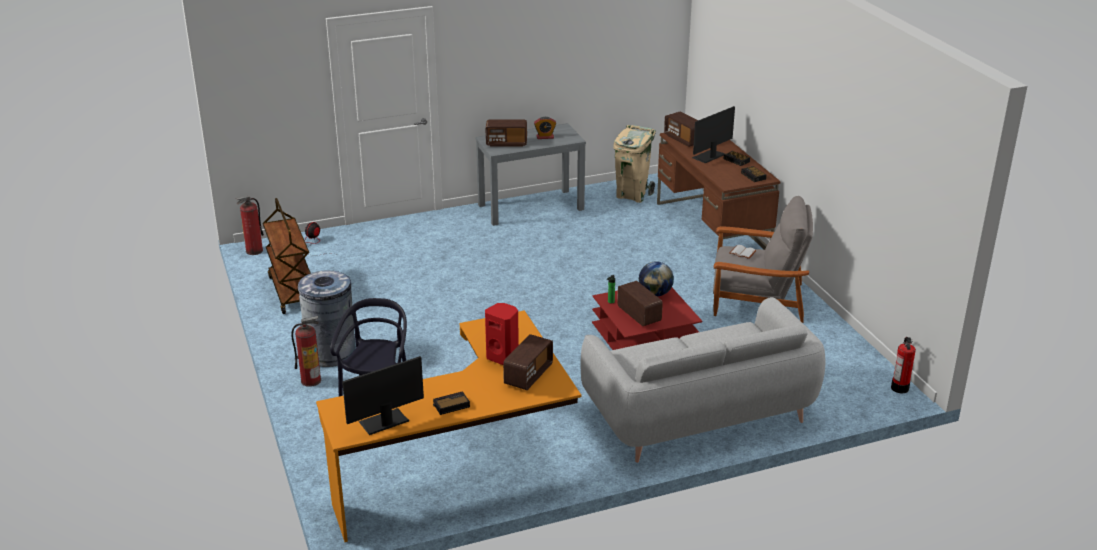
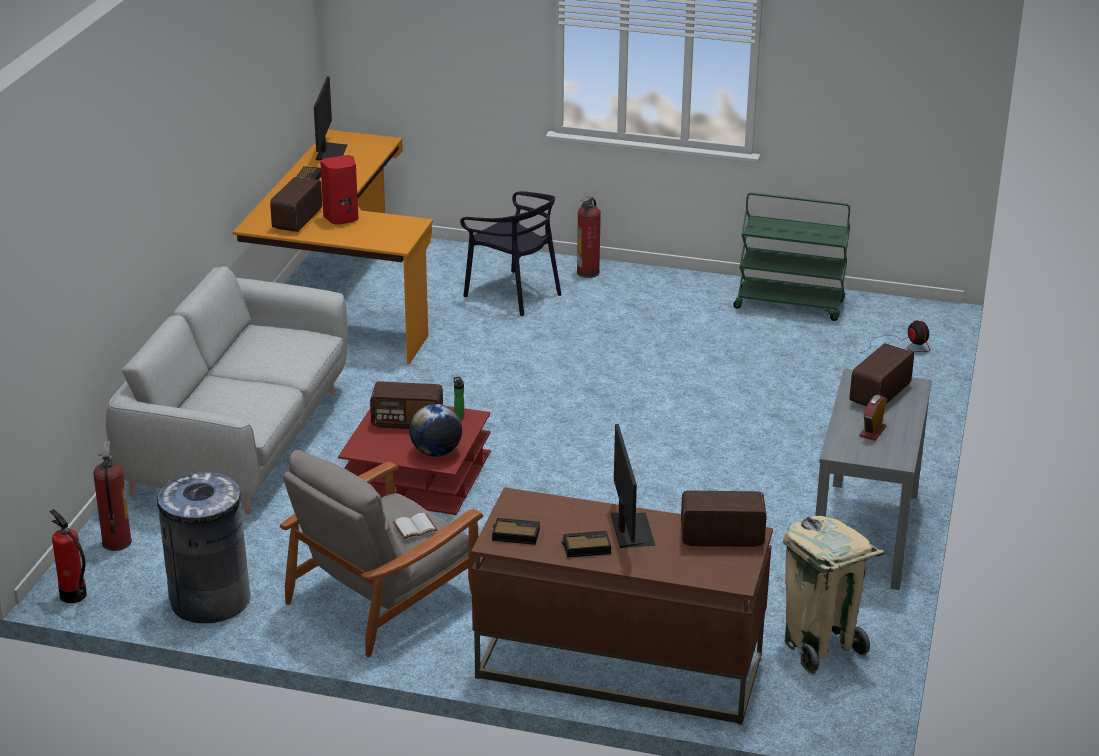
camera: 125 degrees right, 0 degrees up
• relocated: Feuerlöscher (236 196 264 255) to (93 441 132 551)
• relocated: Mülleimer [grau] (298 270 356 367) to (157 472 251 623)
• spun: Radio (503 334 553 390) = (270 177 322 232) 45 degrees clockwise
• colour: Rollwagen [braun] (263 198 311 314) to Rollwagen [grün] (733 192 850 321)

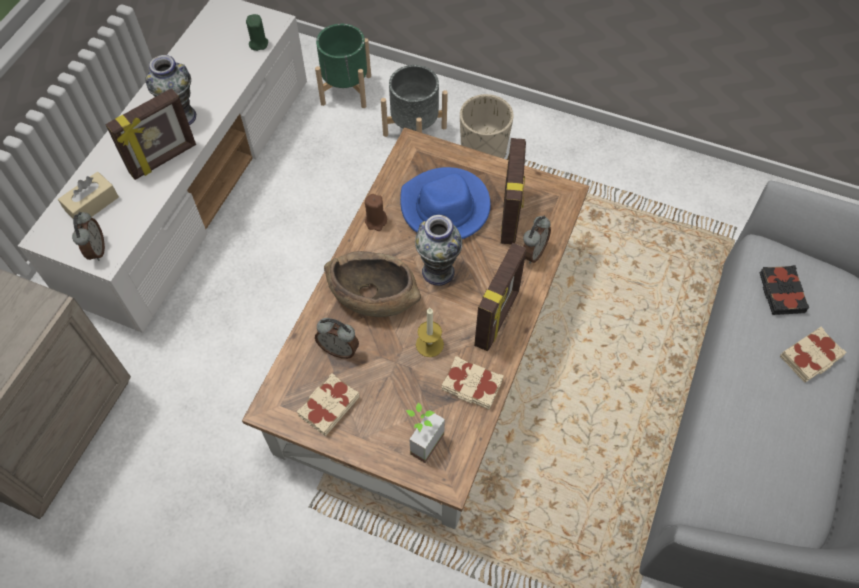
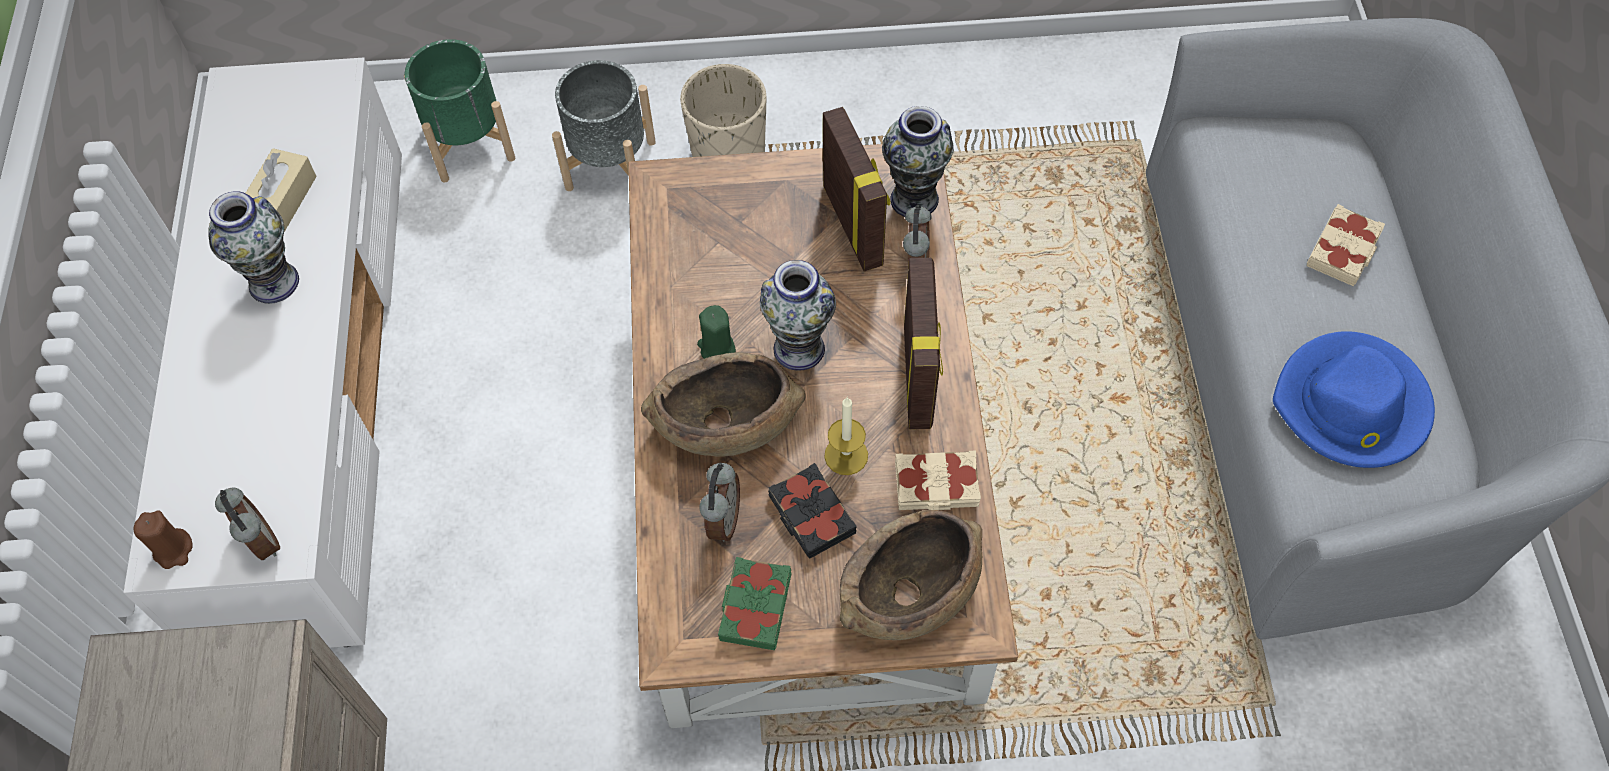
camera: 25 degrees left, 0 degrees up
• relocated: Kerze [braun] (365 194 387 231) to (134 511 193 569)
• relocated: Taschentuchbox [beige] (58 172 119 219) to (246 148 317 232)
• relocated: Kerze [grün] (246 14 268 51) to (697 305 736 359)
• spun: Wecker (315 318 359 359) = (699 462 740 541) 75 degrees counterclockwise
• colour: Buch [beige] (297 373 359 436) to Buch [grün] (718 557 792 650)
• relocated: Buch [schwarz] (760 265 809 315) to (768 463 856 559)
• exchanged: Topfpflanze (406 402 445 463) to Schüssel [braun] (840 510 982 640)
• appeared: Vase (882 106 954 217)
• relocated: Hut [blau] (400 167 491 239) to (1273 331 1435 468)
• missing: Bilderrahmen (105 88 196 180)

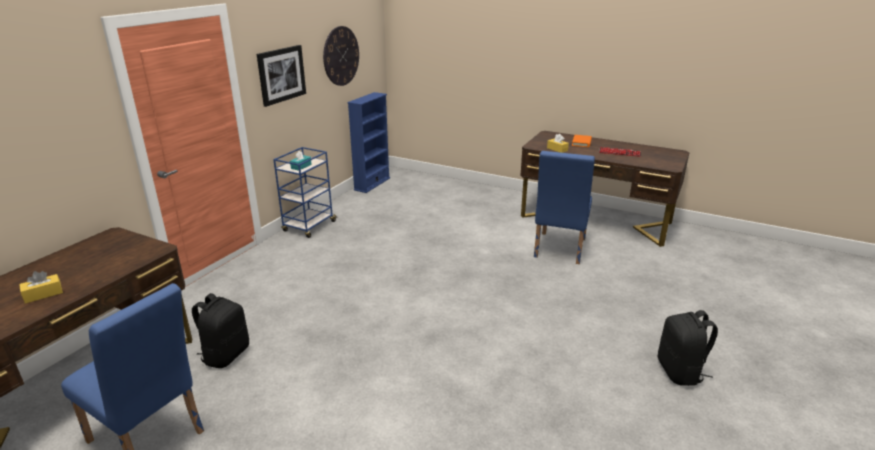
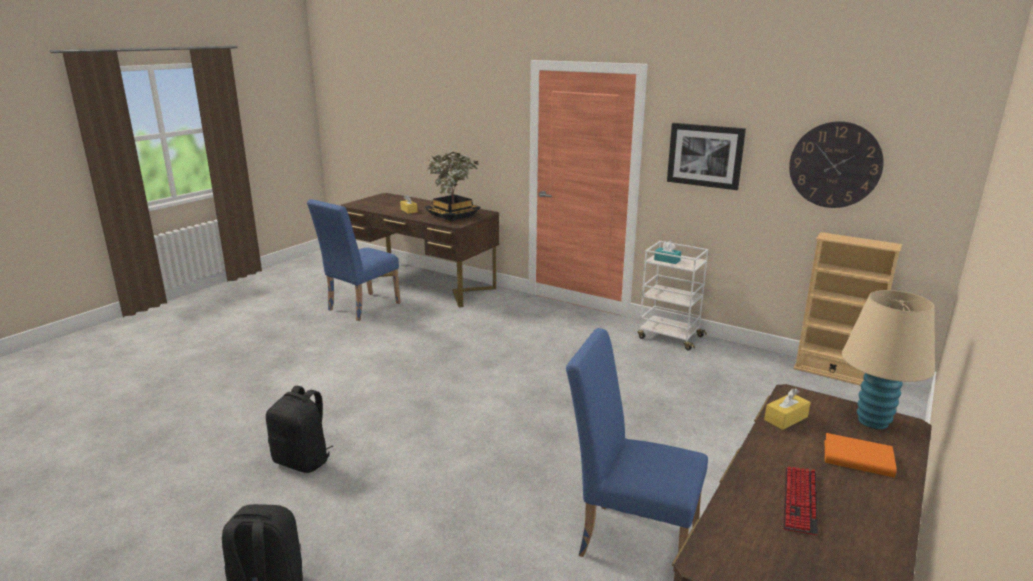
camera: 95 degrees right, 5 degrees down
• relocated: Rucksack [schwarz] (192 293 249 368) to (266 386 333 473)
• appeared: Topfpflanze (425 152 481 221)
• colour: Rollwagen [blau] (273 147 337 238) to Rollwagen [weiß] (638 241 708 351)
• colour: Bücherregal [blau] (347 92 390 193) to Bücherregal [beige] (793 232 902 386)
• appeared: Tischlampe [beige] (842 290 935 429)

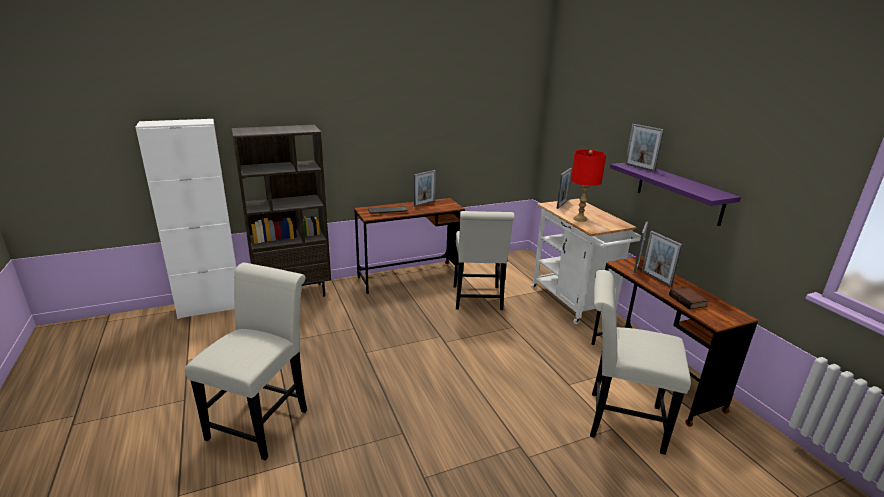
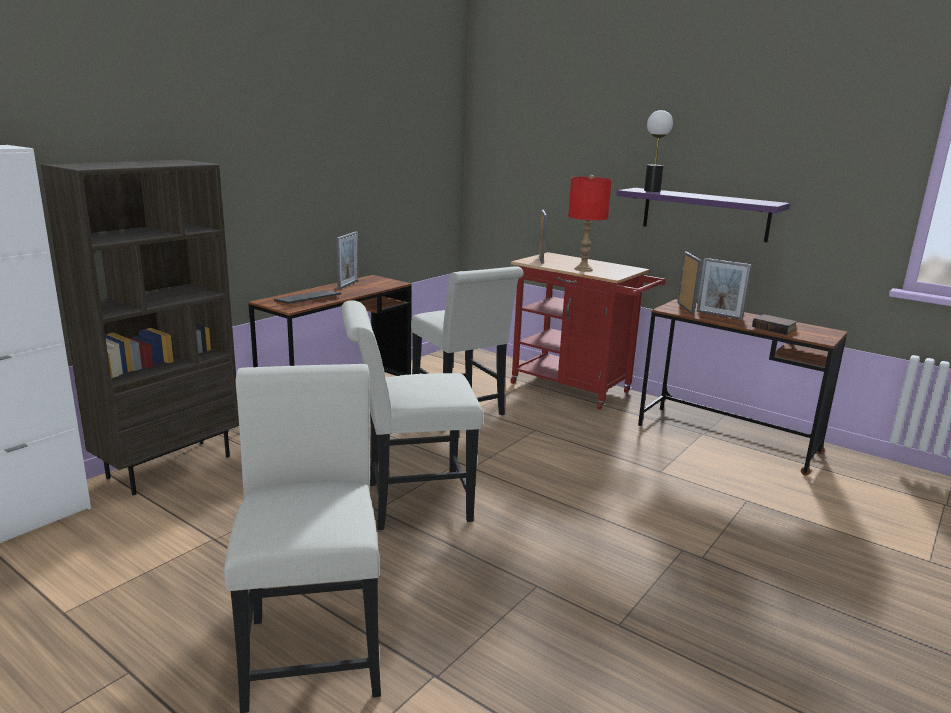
camera: 30 degrees left, 5 degrees down
• relocated: Stuhl [weiß] (590 270 691 455) to (341 300 483 530)
• colour: Rollwagen [weiß] (531 199 645 324) to Rollwagen [rot] (510 252 665 410)
• exchanged: Bilderrahmen (625 124 664 172) to Tischlampe (644 110 673 192)

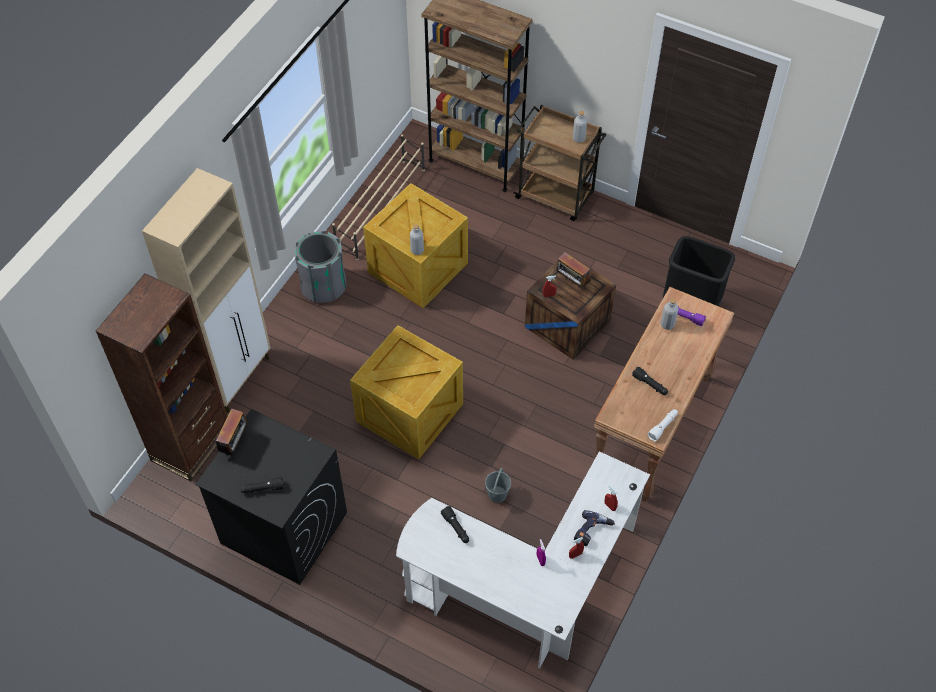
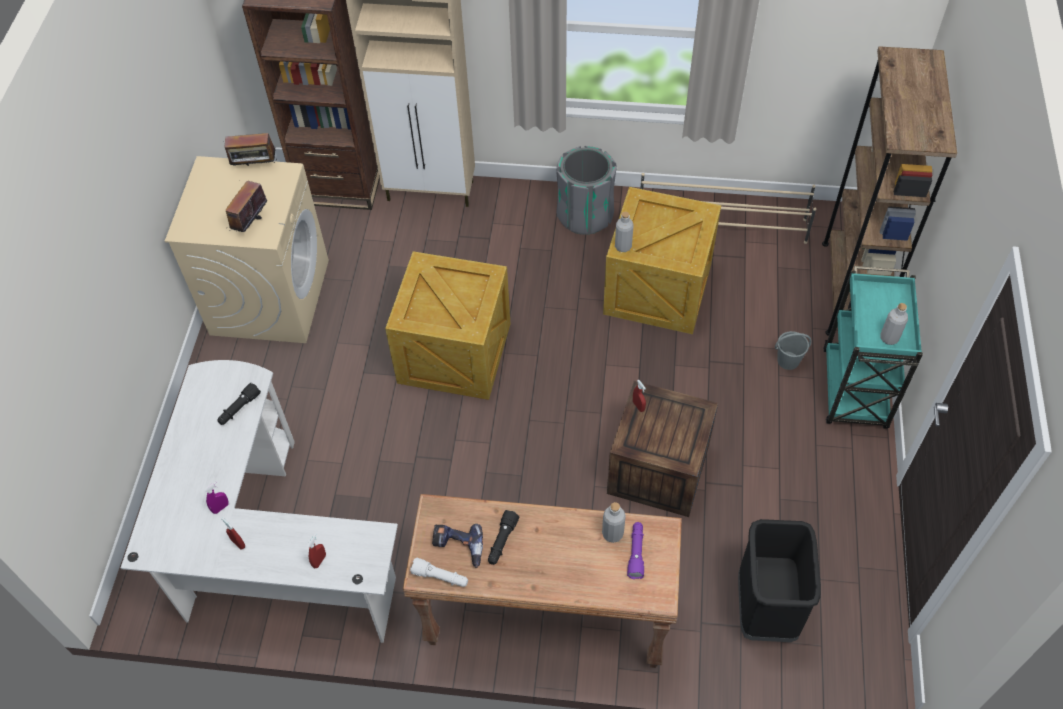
camera: 70 degrees right, 0 degrees up
• colour: Waschmaschine [schwarz] (195 409 347 585) to Waschmaschine [beige] (165 156 329 343)
• relocated: Radio (556 252 591 290) to (226 179 267 232)
• relocated: Bohrmaschine (574 510 615 546) to (432 524 483 568)
• relocated: Eimer [grau] (485 468 511 503) to (775 331 812 370)
• colour: Rollwagen [braun] (513 104 607 221) to Rollwagen [türkis] (823 266 923 429)
• missing: Taschenlampe [schwarz] (240 477 284 494)

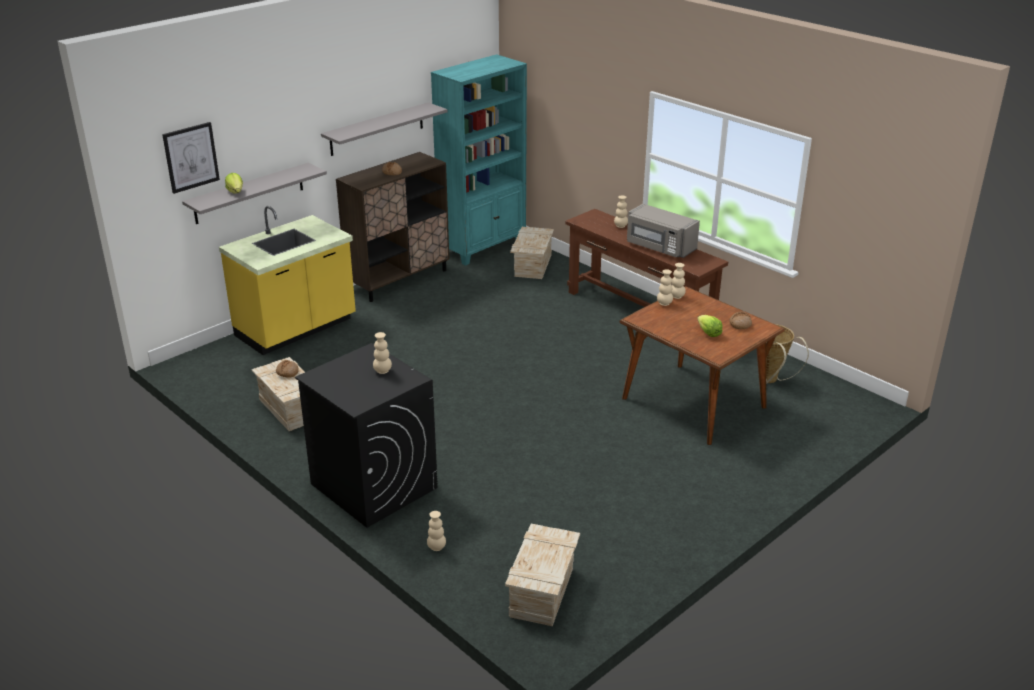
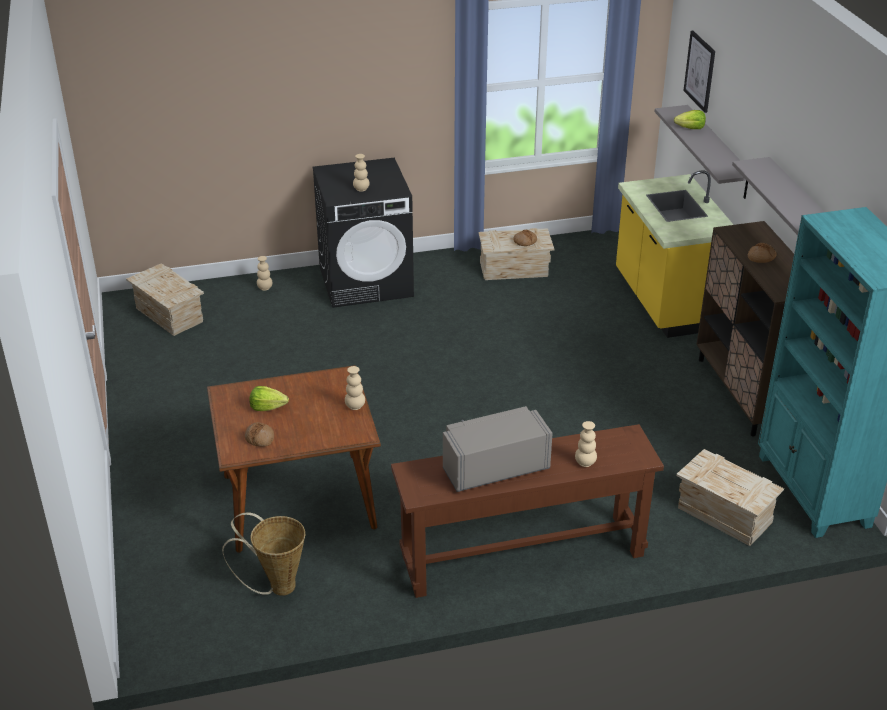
camera: 120 degrees right, 5 degrees up
• missing: Vase [beige] (671 263 686 299)

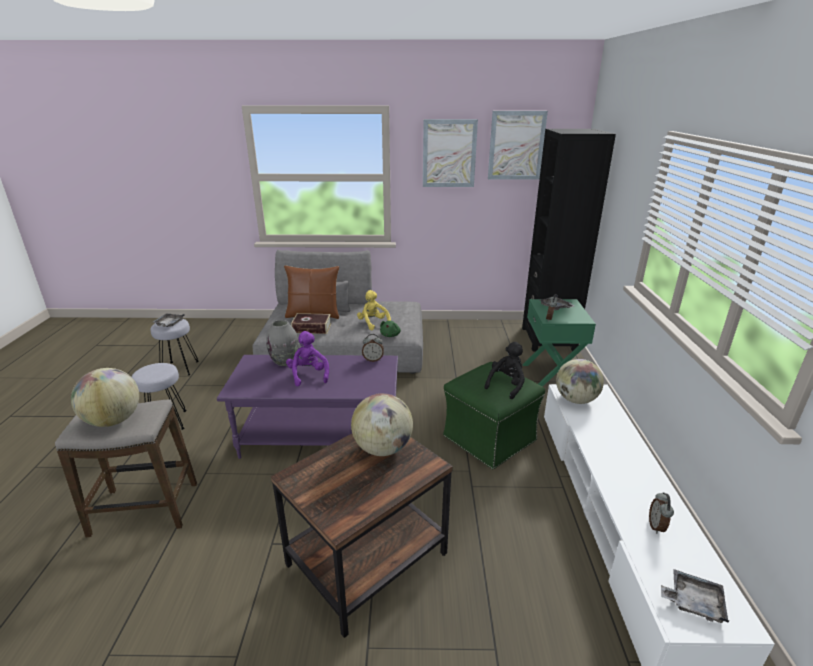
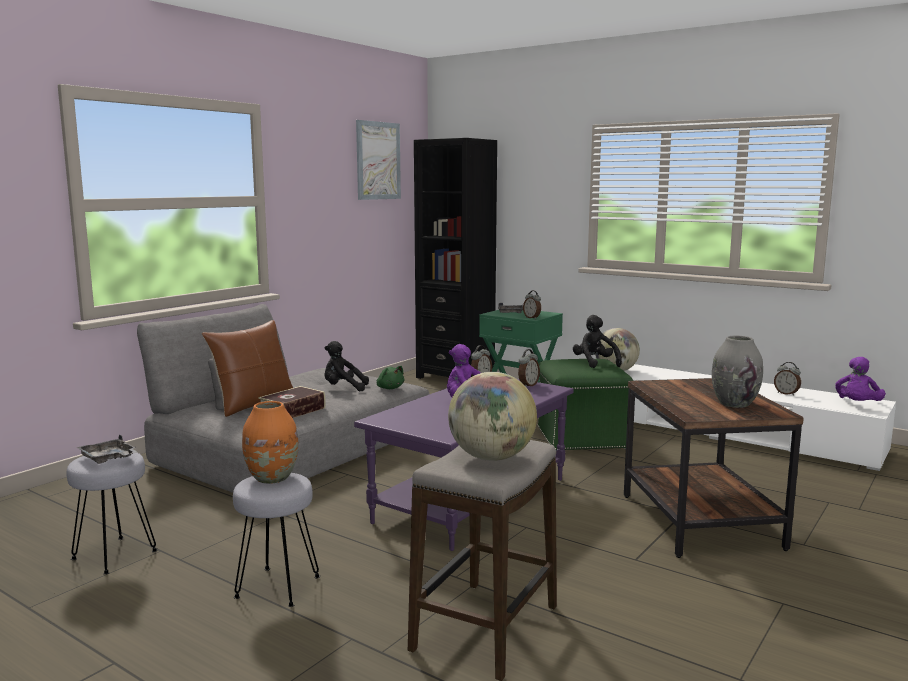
camera: 55 degrees left, 15 degrees down
• appeared: Vase [orange] (242 401 298 484)
• colour: Plüschtier [gelb] (357 290 391 330) to Plüschtier [schwarz] (324 341 369 391)
• appeared: Wecker (518 349 540 386)
• relocated: Vase [grau] (266 320 299 366) to (712 336 763 408)
• exchanged: Tablett [grau] (661 569 729 623) to Plüschtier [lila] (835 357 886 401)
• missing: Globus (351 393 413 456)
• missing: Bild (423 119 478 187)

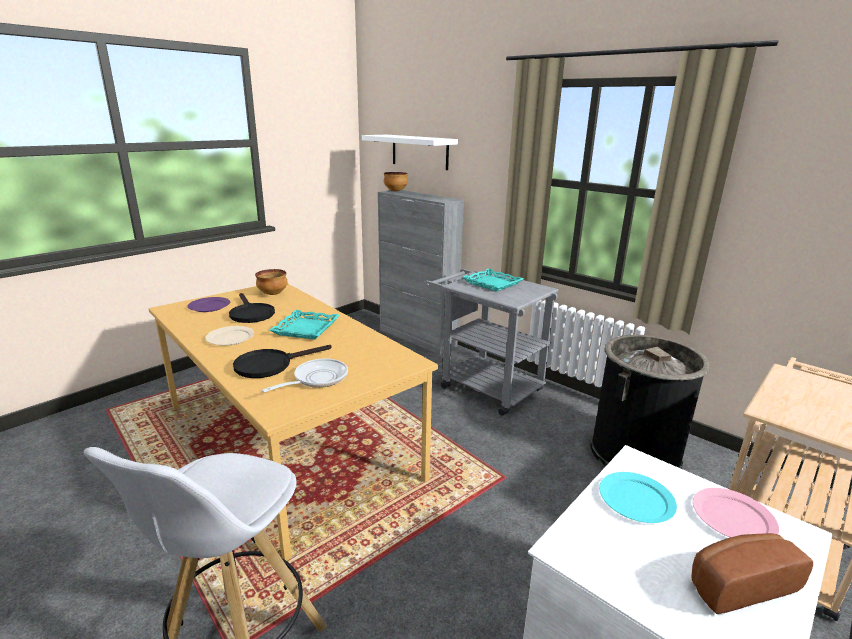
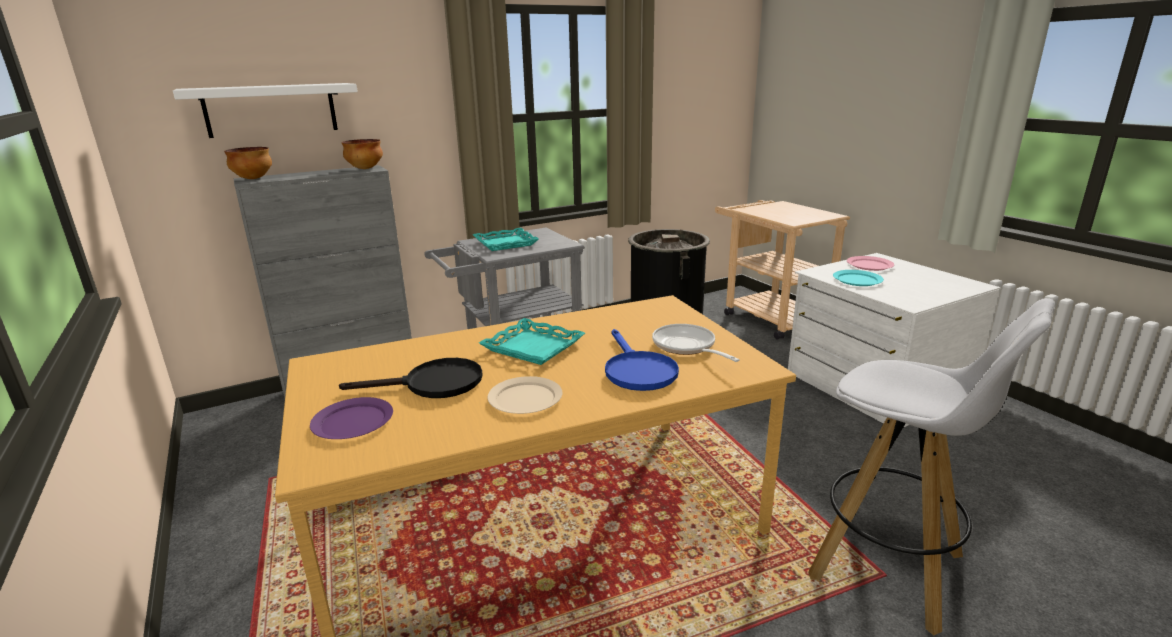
camera: 70 degrees left, 0 degrees up
• relocated: Schüssel (255 269 288 295) to (342 139 383 169)
• colour: Pfanne [schwarz] (233 345 331 378) to Pfanne [blau] (605 329 679 391)
• missing: Brot (691 533 813 614)

